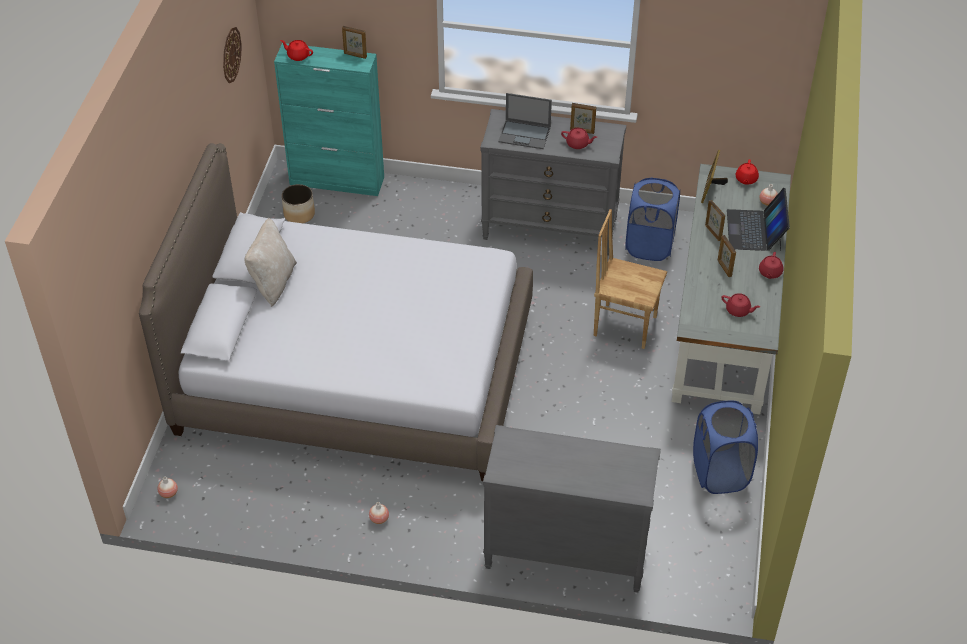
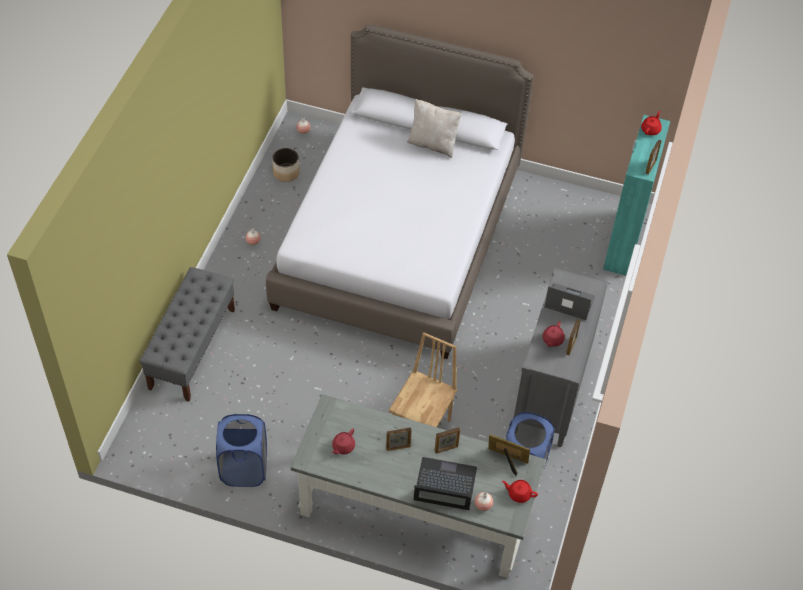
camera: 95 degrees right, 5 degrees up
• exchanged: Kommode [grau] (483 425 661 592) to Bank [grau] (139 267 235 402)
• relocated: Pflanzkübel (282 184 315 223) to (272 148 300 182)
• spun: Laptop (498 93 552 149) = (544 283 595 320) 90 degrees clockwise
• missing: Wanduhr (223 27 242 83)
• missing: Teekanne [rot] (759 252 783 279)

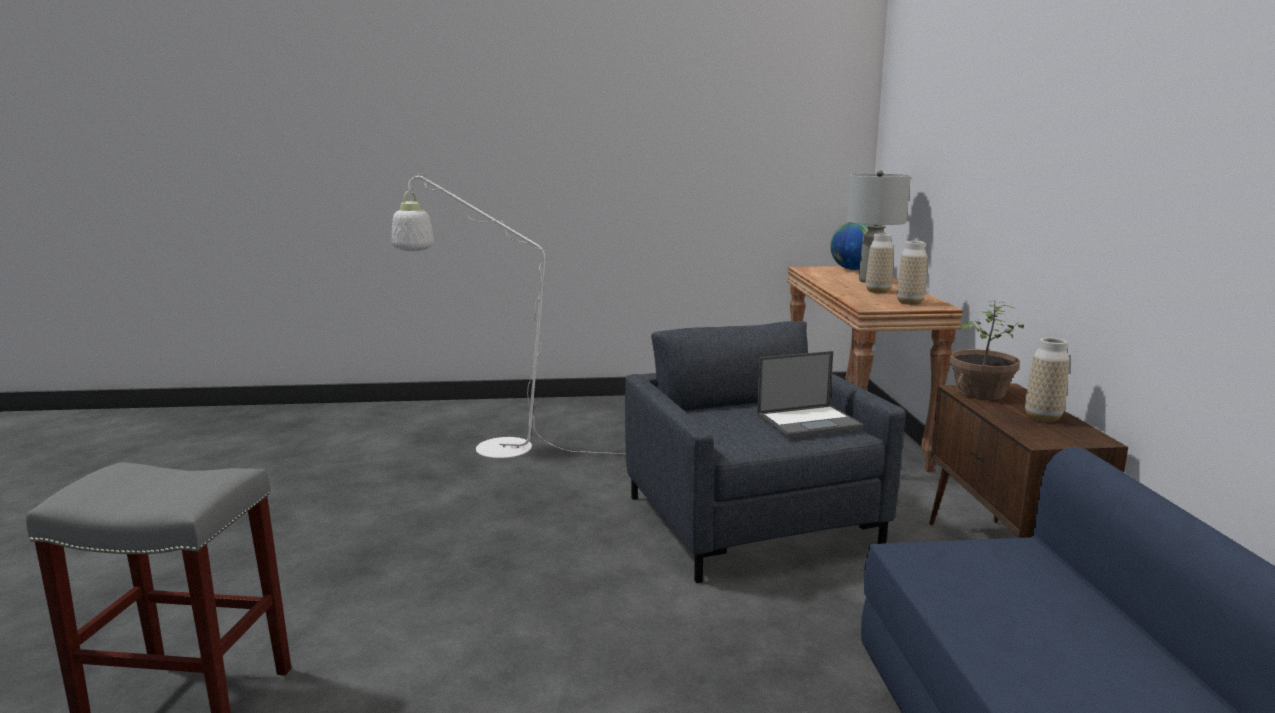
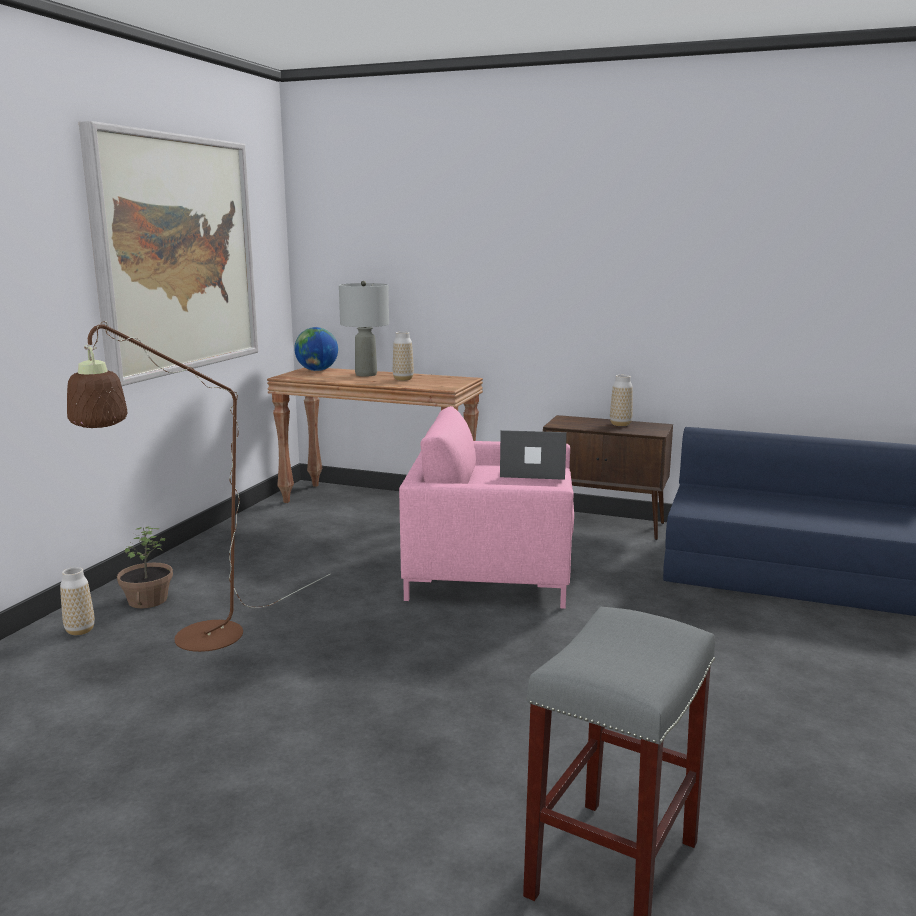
camera: 65 degrees left, 0 degrees up
• relocated: Vase (897 241 927 305) to (60 567 95 635)
• colour: Stehlampe [weiß] (392 173 625 458) to Stehlampe [braun] (67 321 331 652)
• appeared: Bild (79 121 258 386)
• relocated: Topfpflanze (950 301 1024 400) to (117 526 173 608)
• colour: Sessel [grau] (625 321 905 583) to Sessel [rosa] (399 406 574 609)
• spun: Laptop (757 351 864 438) = (500 430 567 480) 90 degrees counterclockwise

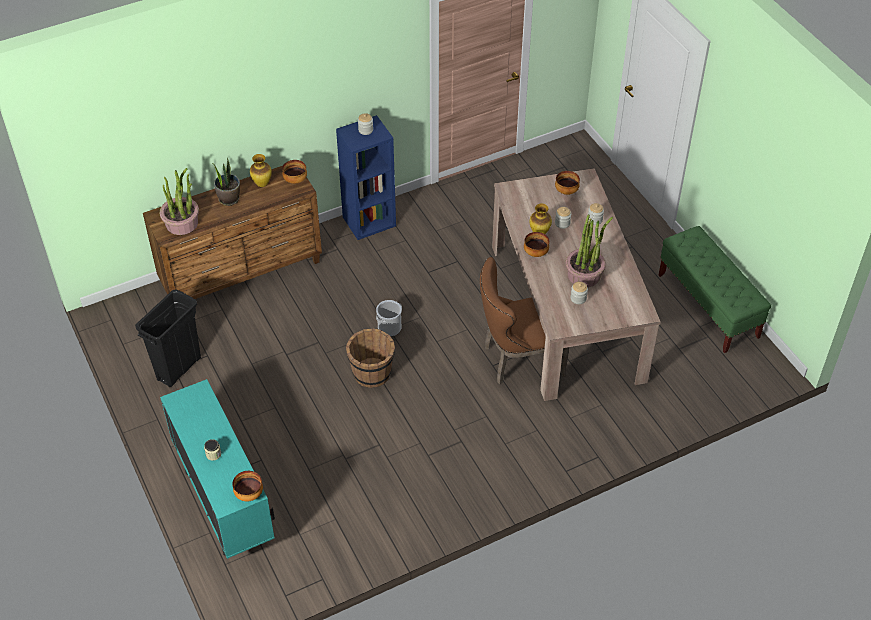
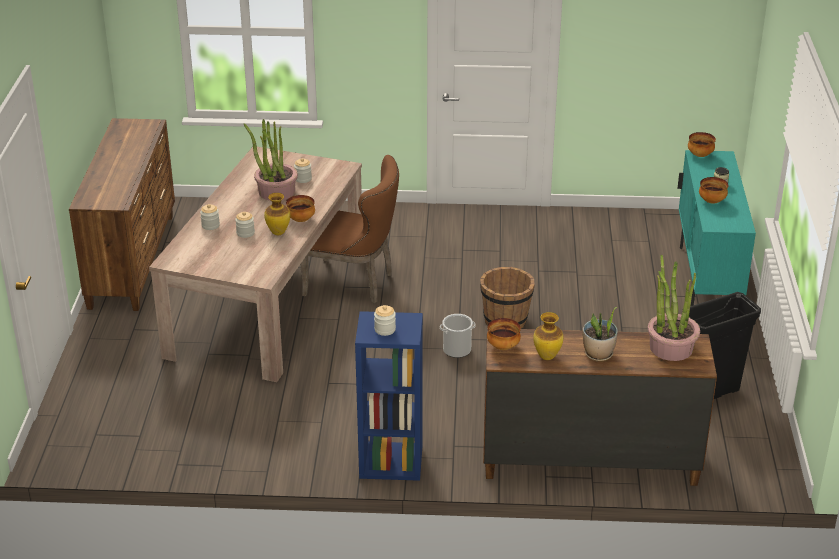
camera: 150 degrees left, 15 degrees down
• exchanged: Bank [grün] (659 226 771 353) to Kommode [braun] (69 118 175 311)
• relocated: Schüssel (555 171 580 195) to (699 177 728 204)

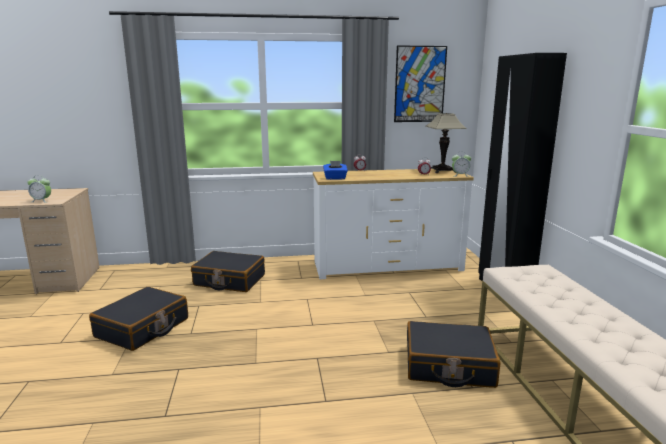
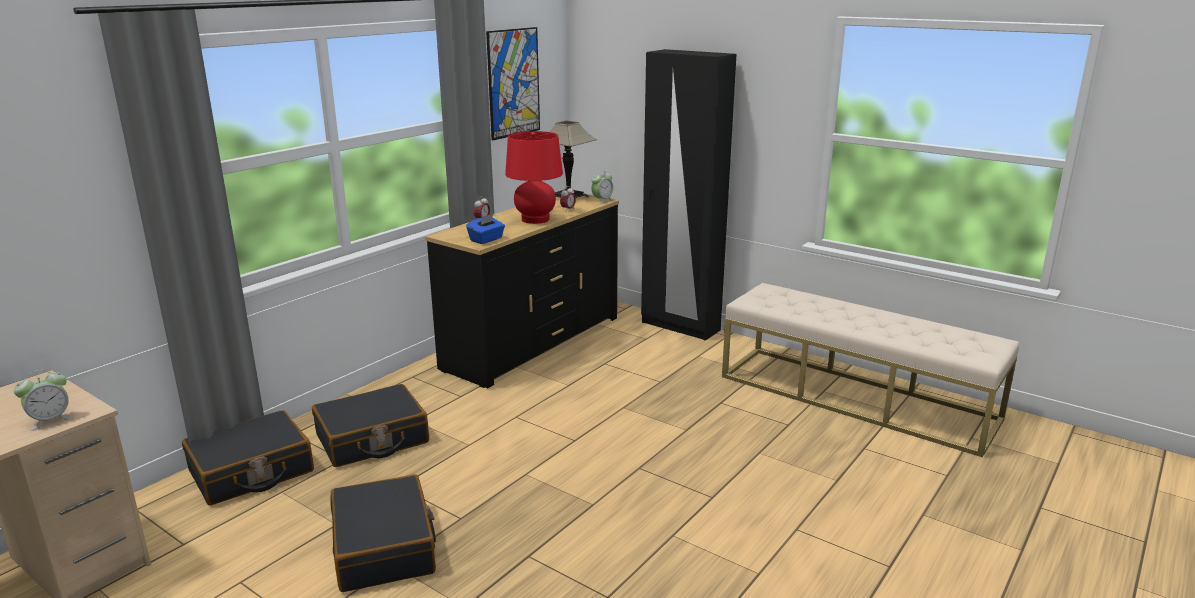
camera: 45 degrees left, 5 degrees up
• relocated: Koffer [schwarz] (407 321 501 388) to (182 410 314 505)
• colour: Kommode [weiß] (313 169 474 279) to Kommode [schwarz] (425 193 619 388)
• appeared: Tischlampe [rot] (505 131 563 224)

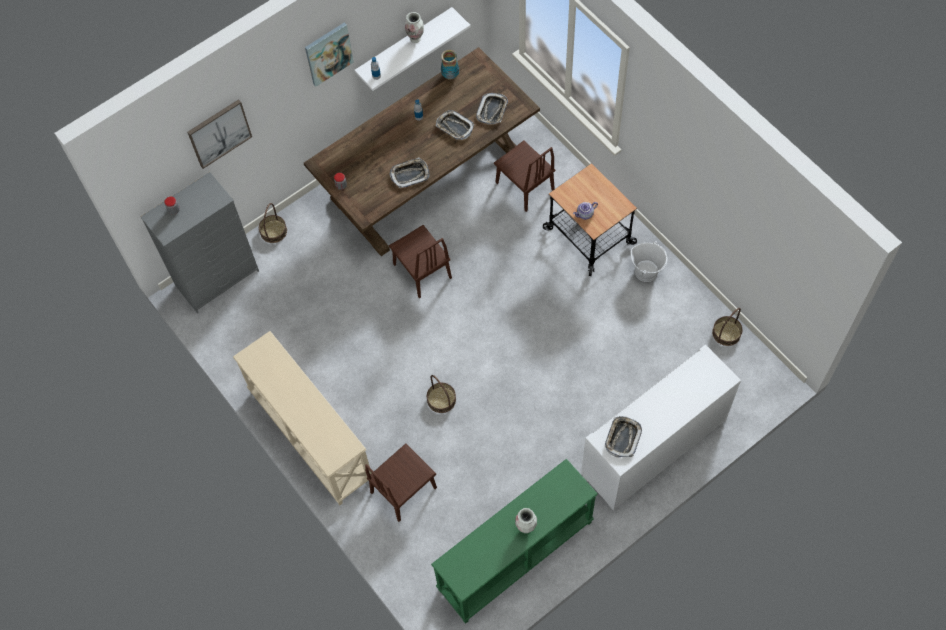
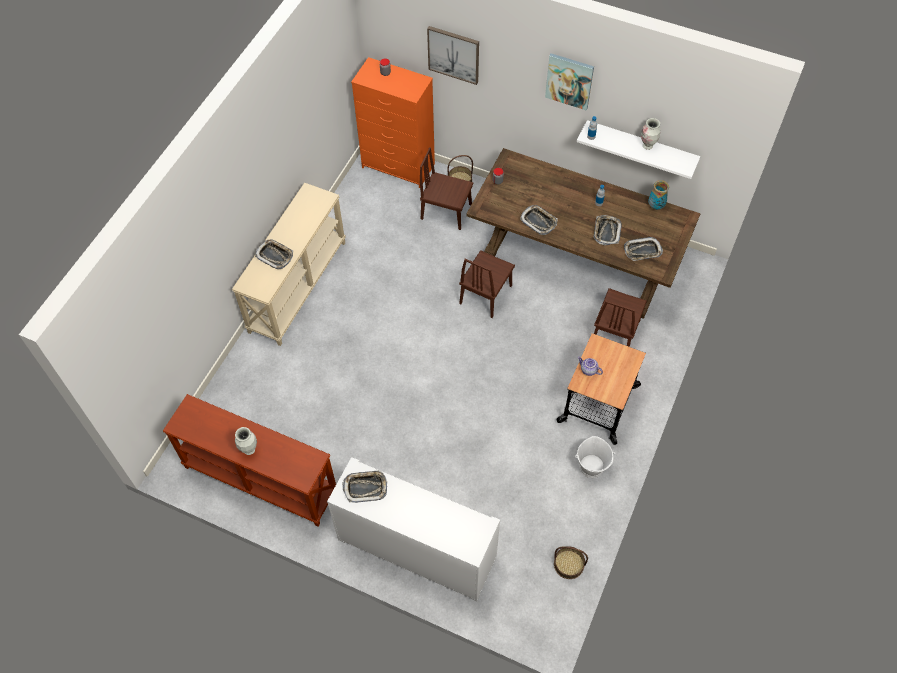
camera: 60 degrees right, 5 degrees down
• colour: Konsolentisch [grün] (432 459 598 624) to Konsolentisch [braun] (163 394 336 527)
• appeared: Tablett (255 239 293 269)
• colour: Kommode [grau] (141 172 259 313) to Kommode [orange] (351 57 435 188)
• relocated: Stuhl [braun] (365 444 437 522) to (420 147 473 230)
• missing: Korb (427 375 456 413)

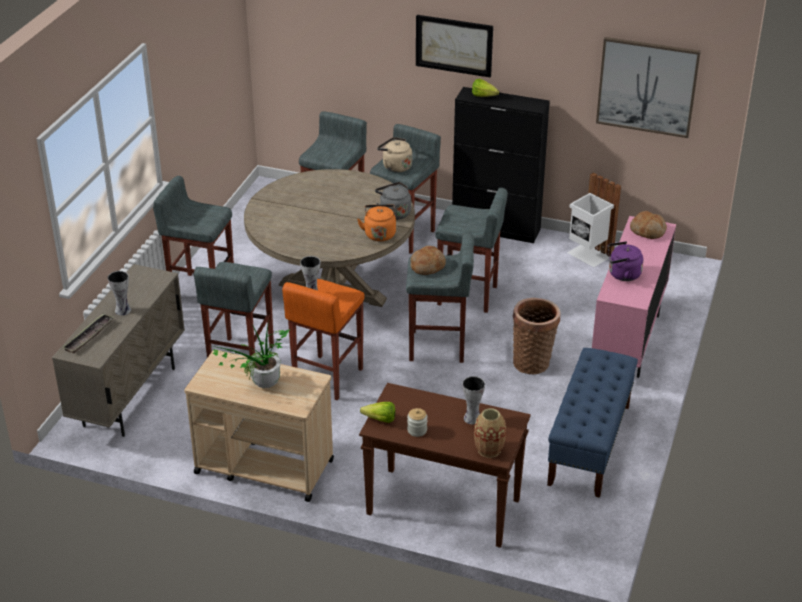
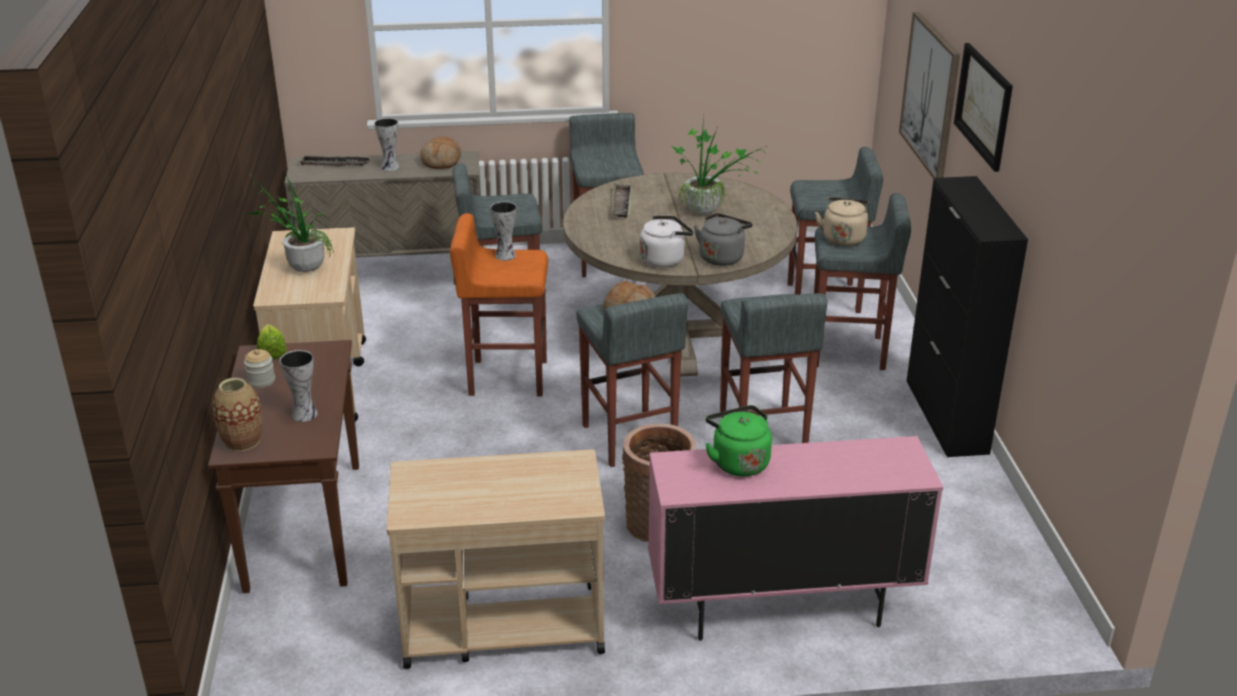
camera: 65 degrees right, 5 degrees down
• exchanged: Bank [blau] (547 348 638 498) to Rollwagen [beige] (387 450 605 669)
• relocated: Brot (630 211 667 239) to (420 137 461 169)
• appeared: Tablett (612 183 631 218)
• colour: Wasserkessel [orange] (357 205 396 241) to Wasserkessel [weiß] (640 216 694 268)
• appeared: Topfpflanze (671 117 767 214)
• colour: Wasserkessel [lila] (608 241 643 281) to Wasserkessel [grün] (705 405 772 477)
• relocated: Bild (596 37 701 138) to (899 12 960 179)
• missing: Salatkopf (472 79 499 97)
• missing: Mülleimer [weiß] (567 172 621 267)

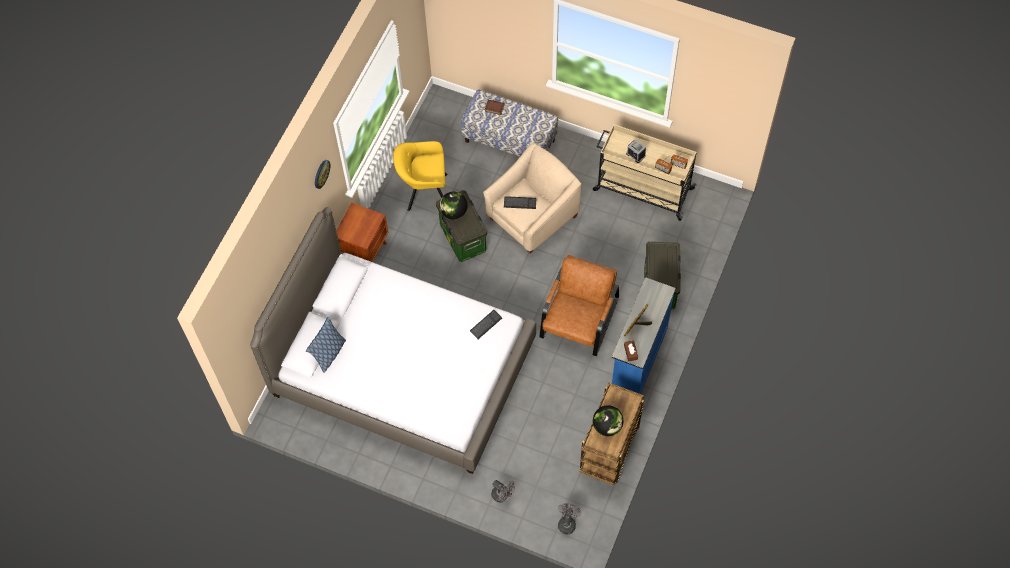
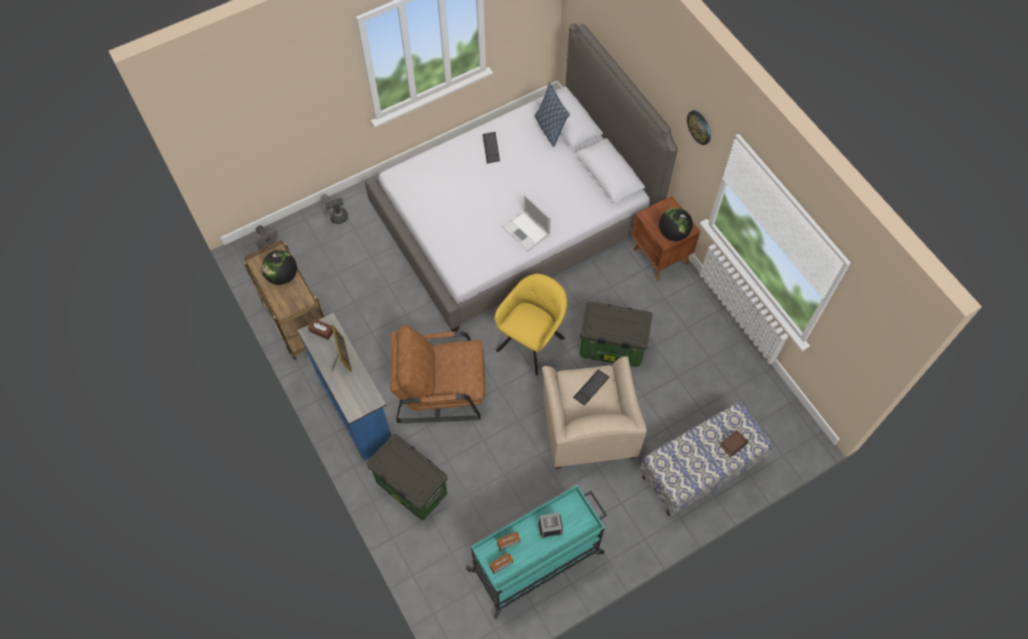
camera: 125 degrees right, 0 degrees up
• spun: Sessel [braun] (539 255 619 356) = (390 325 485 423) 120 degrees clockwise
• colour: Rollwagen [beige] (593 124 697 221) to Rollwagen [türkis] (466 485 607 619)
• relocated: Tastatur (470 310 502 339) to (483 132 500 164)
• relocated: Sessel [gelb] (393 141 448 211) to (495 274 567 375)
• appeared: Laptop (503 194 551 251)
• relocated: Globus (440 192 467 220) to (659 208 693 241)

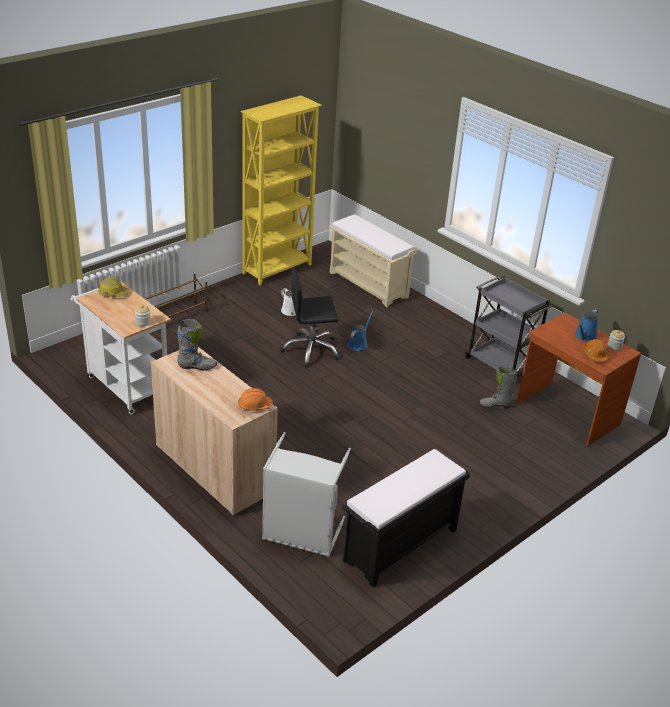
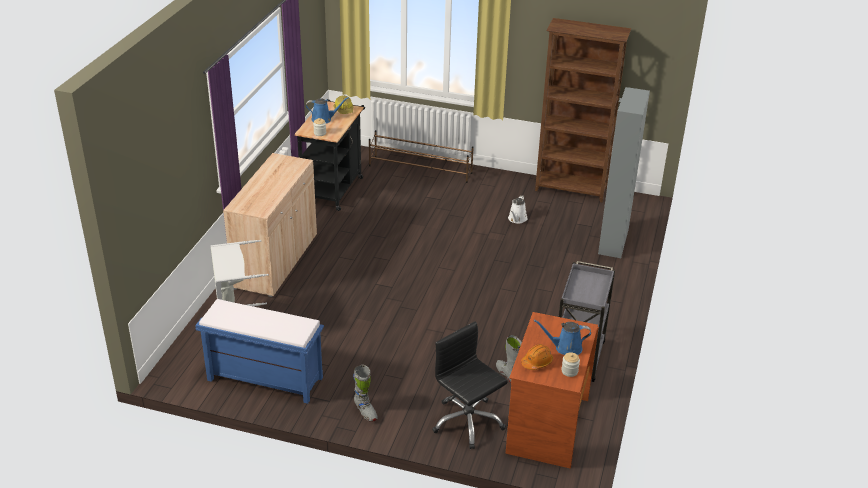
camera: 60 degrees right, 0 degrees up
• colour: Bank [schwarz] (342 449 470 587) to Bank [blau] (195 299 324 404)
• colour: Rollwagen [weiß] (71 282 171 415) to Rollwagen [schwarz] (295 100 365 211)
• relocated: Gießkanne [blau] (347 311 374 351) to (306 97 349 124)
• relocated: Stiefel [grau] (177 319 217 371) to (353 365 378 422)
• relocated: Bürostuhl [schwarz] (280 267 340 367) to (432 321 508 449)
• colour: Bücherregal [gelb] (240 96 322 285) to Bücherregal [braun] (535 18 631 202)
• exchanged: Bank [beige] (330 214 417 307) to Schrank [grau] (598 87 650 258)
• missing: Schutzhelm [orange] (238 388 273 410)

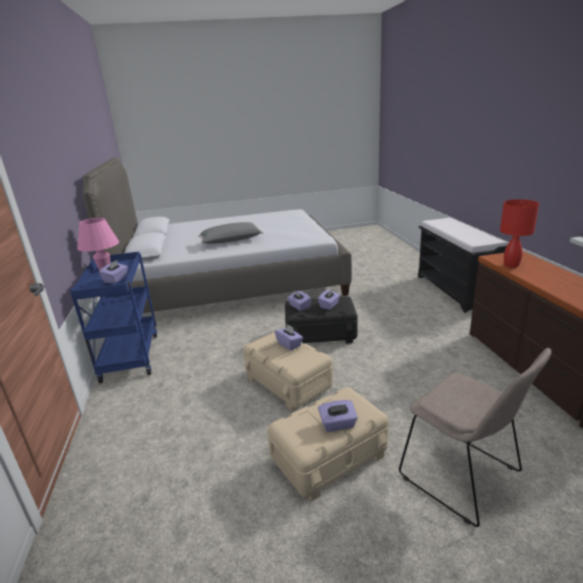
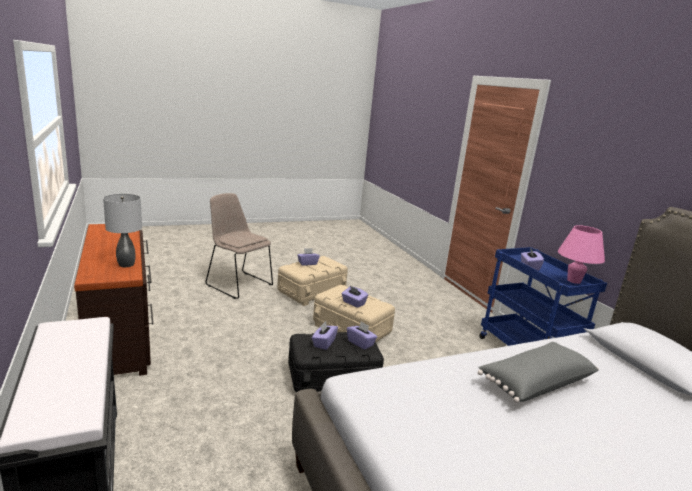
camera: 165 degrees right, 5 degrees down
• colour: Tischlampe [rot] (500 199 539 268) to Tischlampe [grau] (103 194 142 267)

